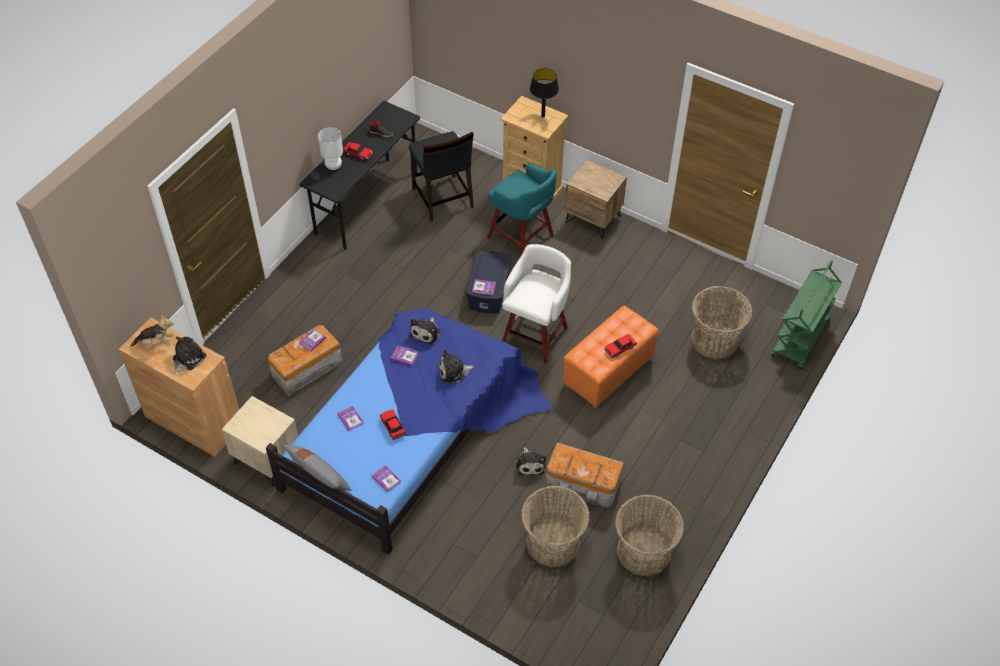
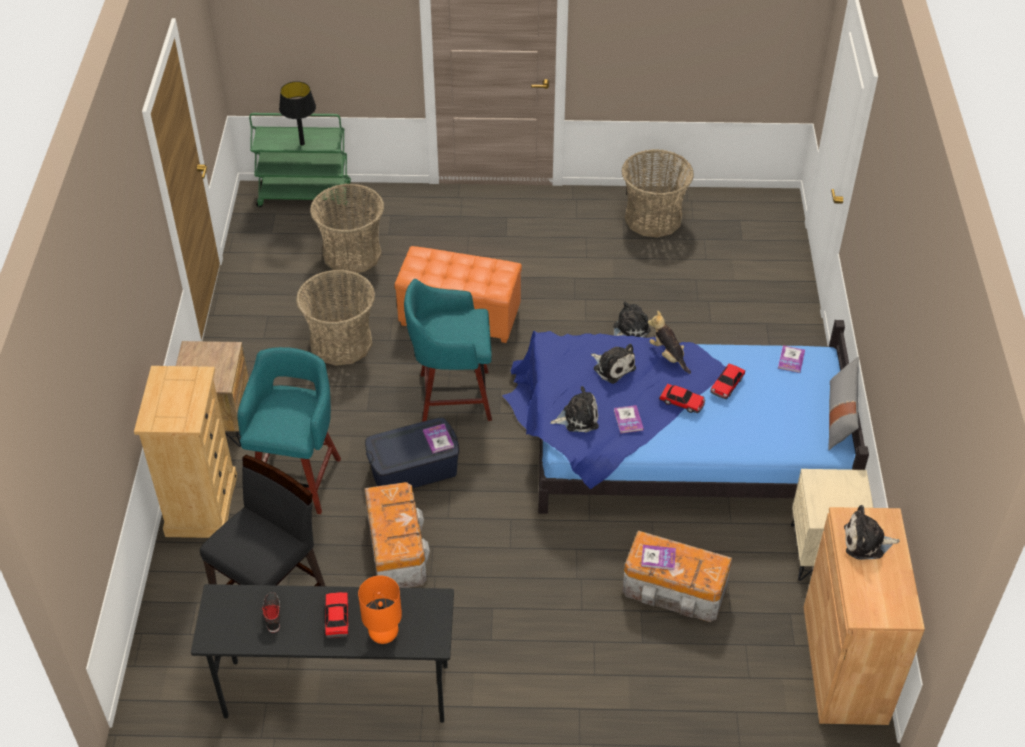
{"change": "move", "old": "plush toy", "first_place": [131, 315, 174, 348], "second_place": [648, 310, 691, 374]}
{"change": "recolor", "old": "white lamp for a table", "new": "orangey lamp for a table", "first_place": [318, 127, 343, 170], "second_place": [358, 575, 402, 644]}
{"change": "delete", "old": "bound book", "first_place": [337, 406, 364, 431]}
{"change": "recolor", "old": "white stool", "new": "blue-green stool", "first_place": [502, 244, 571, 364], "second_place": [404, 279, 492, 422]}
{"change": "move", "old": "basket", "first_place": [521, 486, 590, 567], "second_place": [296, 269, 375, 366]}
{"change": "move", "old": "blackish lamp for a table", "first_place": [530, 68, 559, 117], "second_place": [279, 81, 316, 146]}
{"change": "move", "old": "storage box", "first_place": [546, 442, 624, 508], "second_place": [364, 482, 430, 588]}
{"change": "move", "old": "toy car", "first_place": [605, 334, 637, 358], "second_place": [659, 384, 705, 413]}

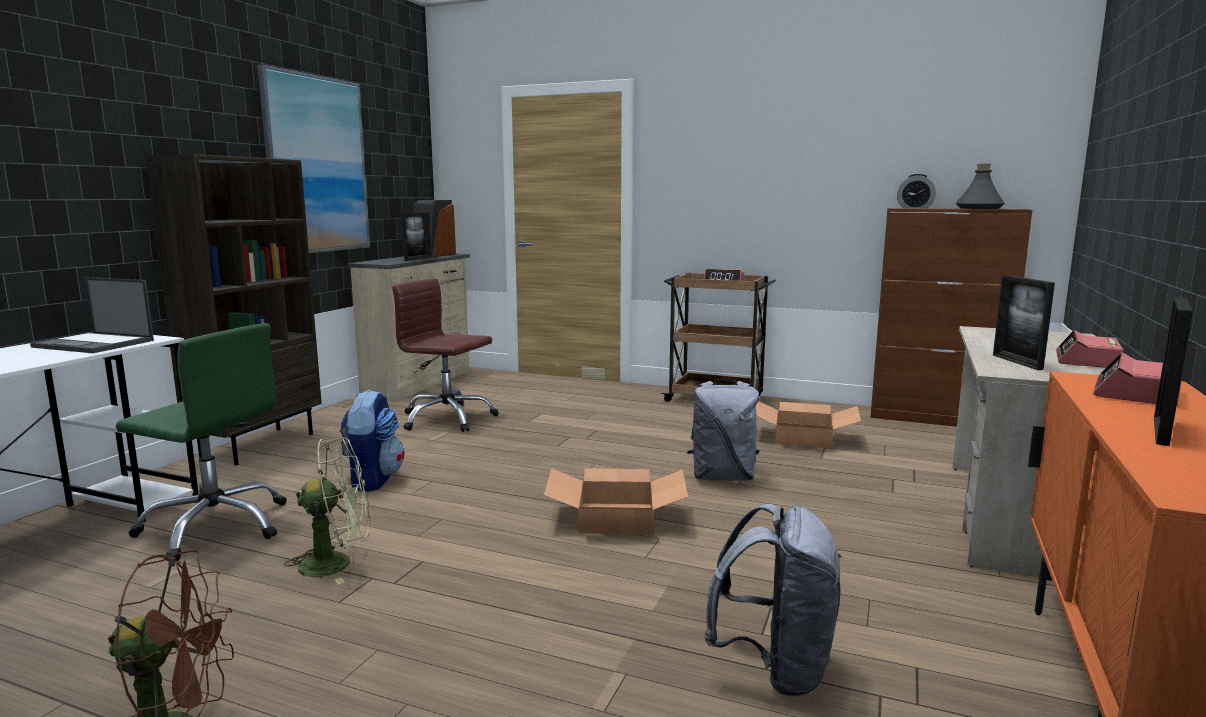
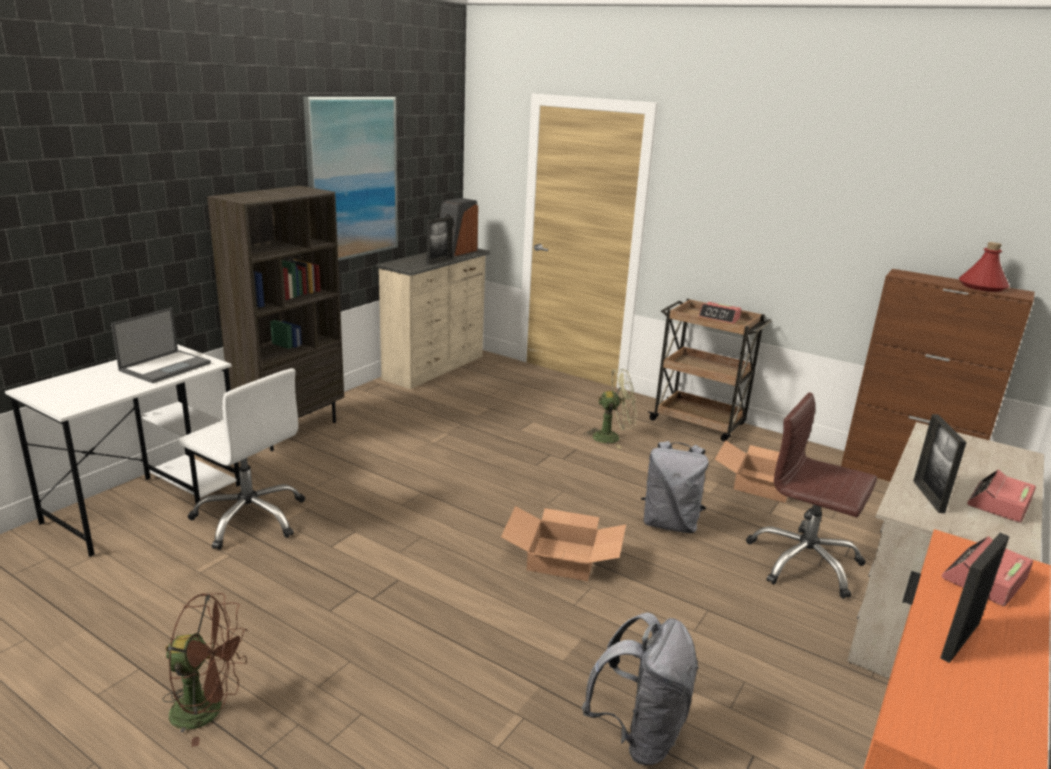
{"change": "rotate", "old": "portable computer", "first_place": [30, 277, 154, 353], "second_place": [111, 308, 211, 383], "degrees": -90}
{"change": "recolor", "old": "green office chair", "new": "white office chair", "first_place": [116, 323, 287, 561], "second_place": [179, 368, 305, 550]}
{"change": "move", "old": "green fan", "first_place": [284, 437, 370, 584], "second_place": [584, 369, 637, 448]}
{"change": "delete", "old": "knapsack", "first_place": [340, 390, 405, 492]}
{"change": "move", "old": "brownish office chair", "first_place": [392, 278, 498, 432], "second_place": [746, 392, 877, 599]}
{"change": "delete", "old": "alarm clock", "first_place": [897, 174, 936, 208]}
{"change": "recolor", "old": "grey drink bottle", "new": "red-coloured drink bottle", "first_place": [955, 164, 1005, 209], "second_place": [959, 242, 1010, 292]}

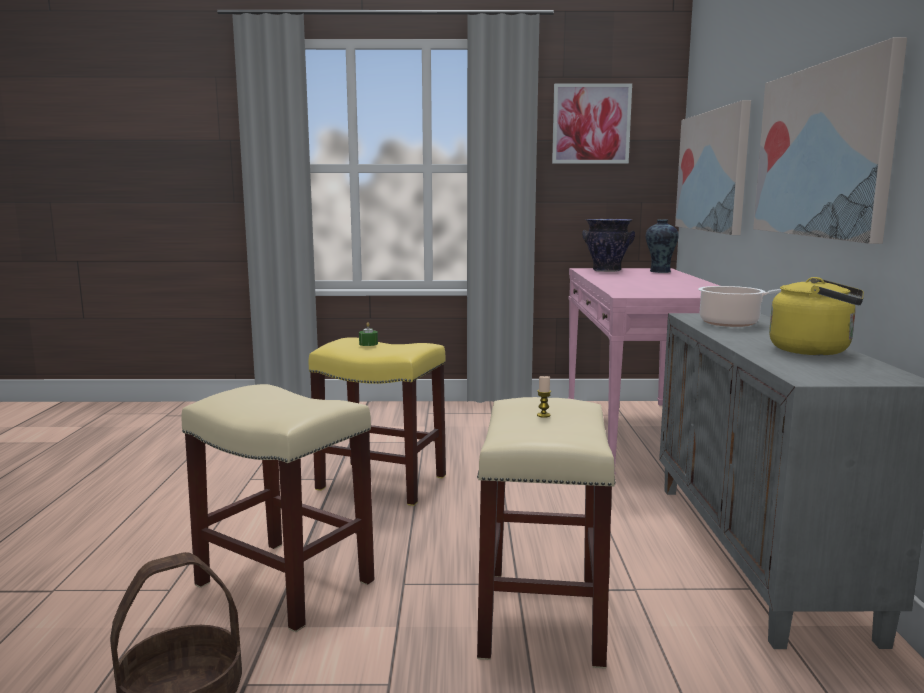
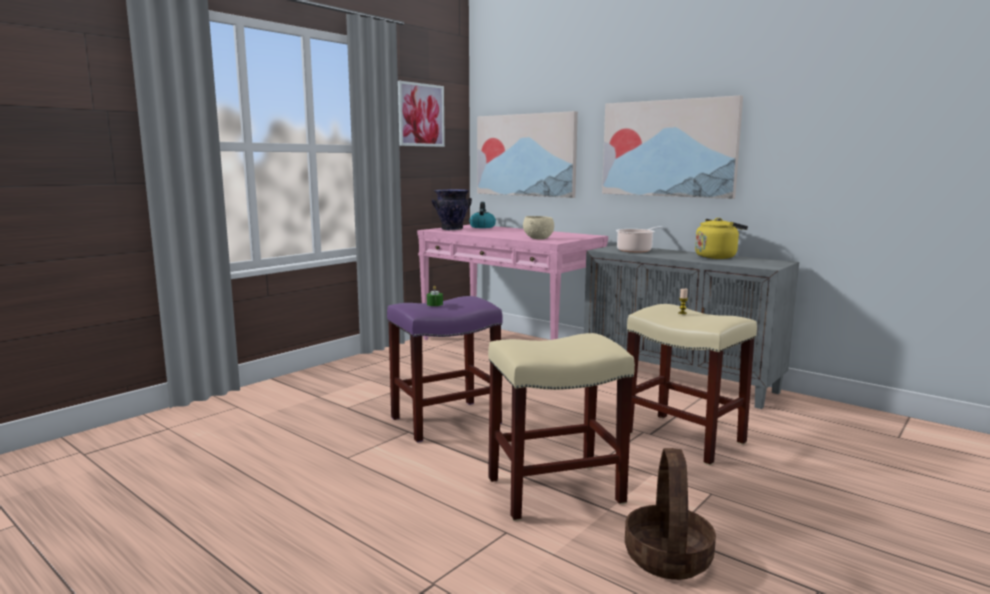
{"change": "recolor", "old": "yellow stool", "new": "purple stool", "first_place": [309, 337, 446, 506], "second_place": [387, 296, 502, 442]}
{"change": "replace", "old": "decorative vase", "new": "tea kettle", "first_place": [646, 219, 679, 273], "second_place": [469, 202, 496, 228]}
{"change": "insert", "new": "sand-coloured serving bowl", "second_place": [523, 216, 554, 239]}

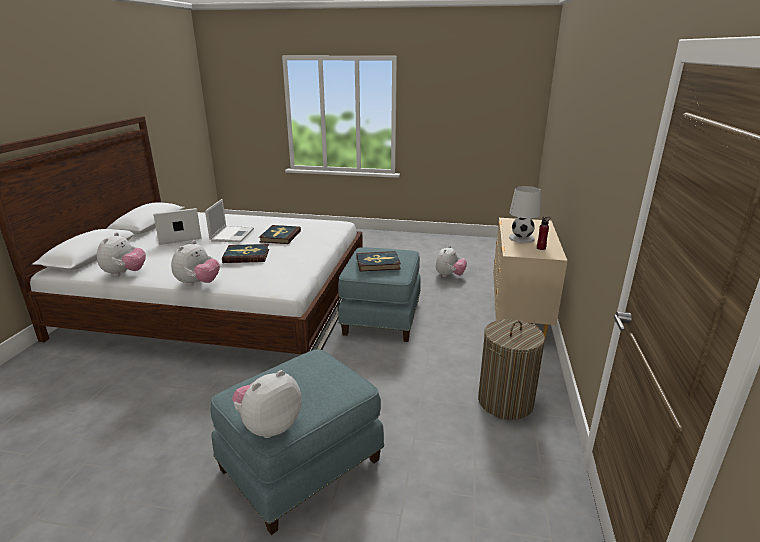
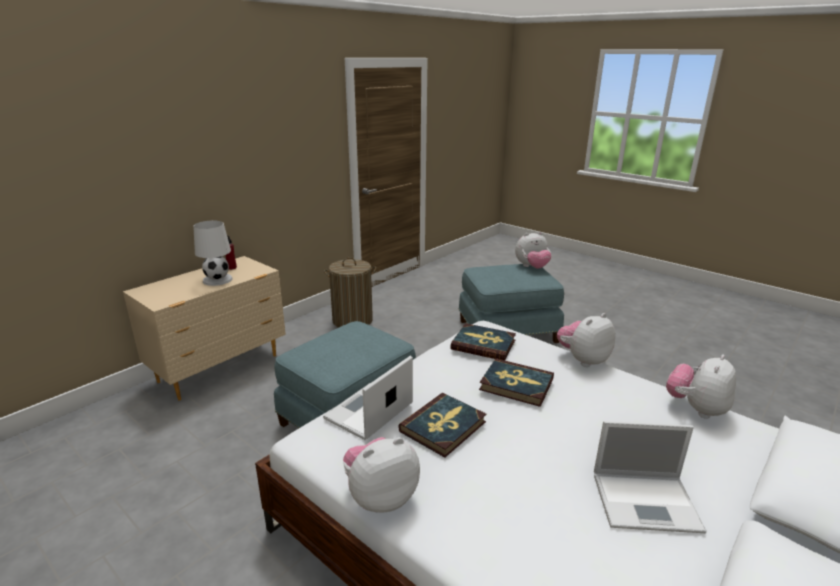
{"change": "move", "old": "portable computer", "first_place": [205, 199, 254, 242], "second_place": [323, 356, 413, 440]}
{"change": "move", "old": "bound book", "first_place": [357, 251, 401, 271], "second_place": [450, 323, 516, 360]}
{"change": "move", "old": "plush toy", "first_place": [436, 246, 467, 277], "second_place": [343, 437, 420, 513]}

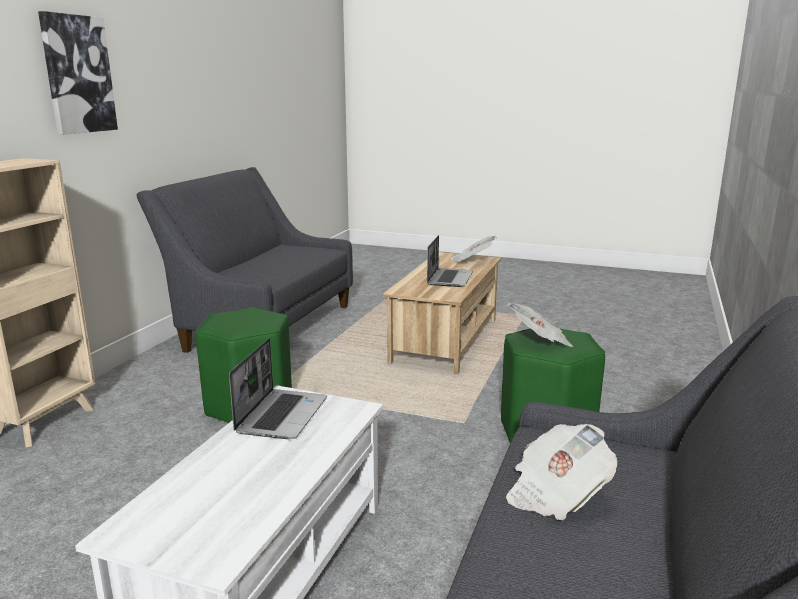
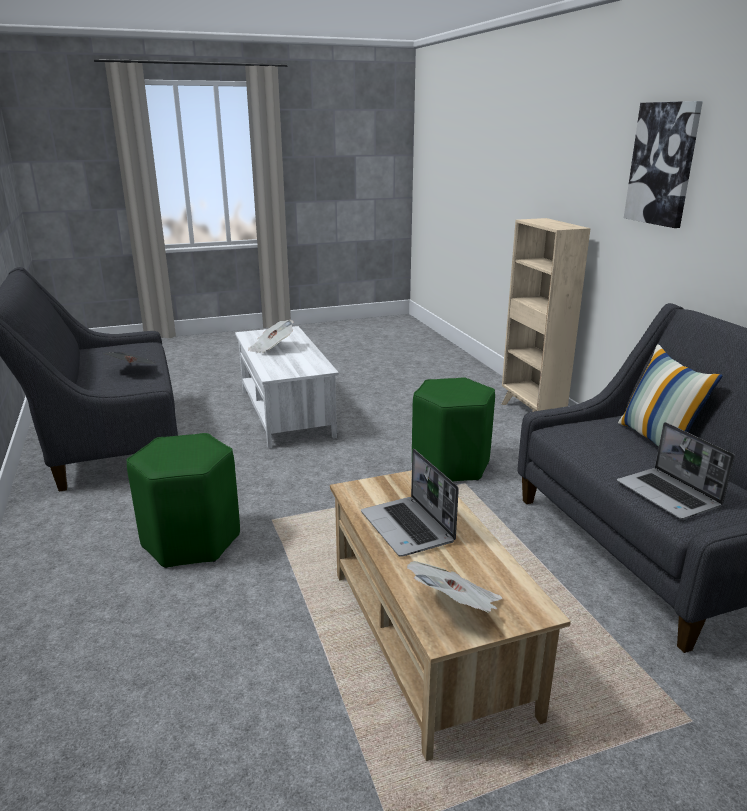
{"change": "move", "old": "portable computer", "first_place": [229, 338, 327, 439], "second_place": [617, 422, 735, 519]}
{"change": "move", "old": "newspaper", "first_place": [507, 303, 574, 347], "second_place": [248, 320, 294, 353]}
{"change": "insert", "new": "throw pillow", "second_place": [618, 344, 723, 447]}

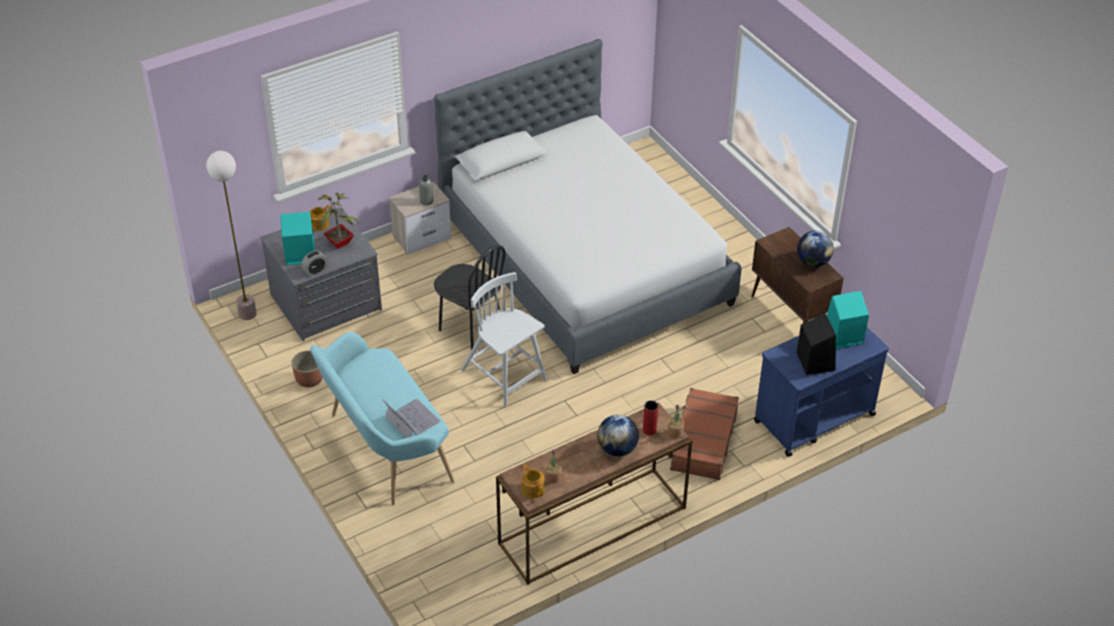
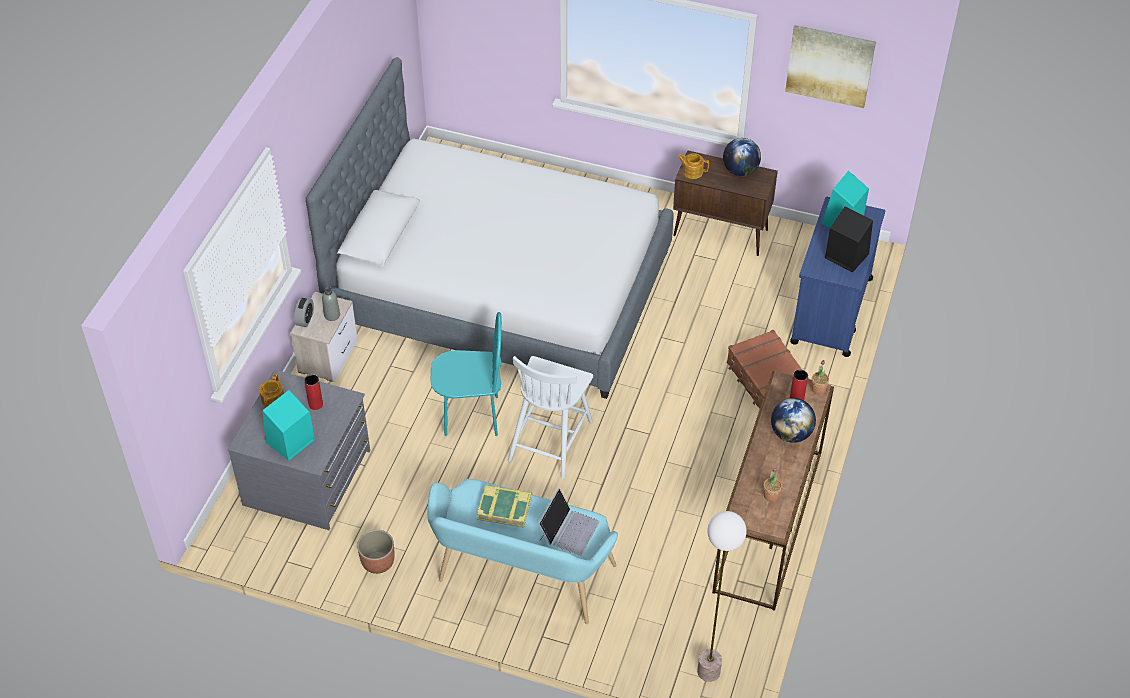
{"change": "move", "old": "standard lamp", "first_place": [206, 151, 257, 320], "second_place": [697, 511, 746, 682]}
{"change": "move", "old": "alarm clock", "first_place": [301, 251, 328, 277], "second_place": [294, 297, 314, 327]}
{"change": "replace", "old": "potted plant", "new": "red-coloured decorative vase", "first_place": [318, 193, 360, 249], "second_place": [304, 374, 323, 410]}
{"change": "rotate", "old": "portable computer", "first_place": [383, 399, 441, 438], "second_place": [538, 488, 599, 556], "degrees": 105}
{"change": "recolor", "old": "blackish upright chair", "new": "blue-green upright chair", "first_place": [434, 245, 506, 350], "second_place": [430, 312, 502, 436]}
{"change": "rotate", "old": "white upright chair", "first_place": [461, 272, 547, 407], "second_place": [508, 356, 593, 479], "degrees": -75}
{"change": "move", "old": "teapot", "first_place": [522, 464, 545, 498], "second_place": [677, 153, 709, 179]}
{"change": "insert", "new": "bound book", "second_place": [477, 484, 532, 528]}
{"change": "insert", "new": "picture", "second_place": [785, 25, 876, 108]}

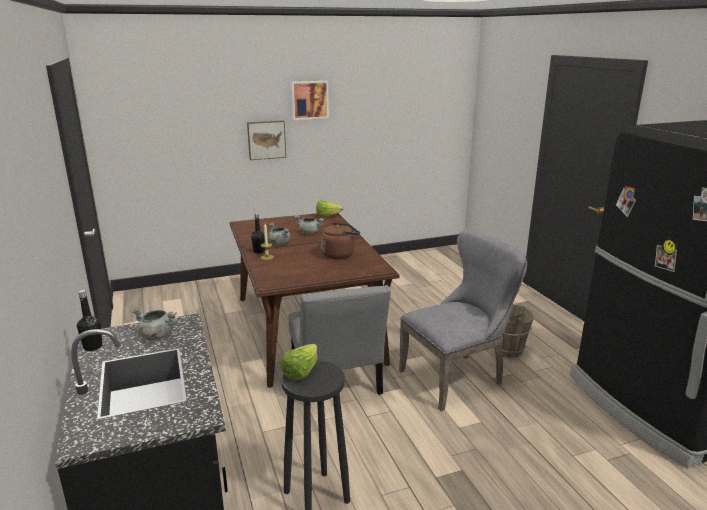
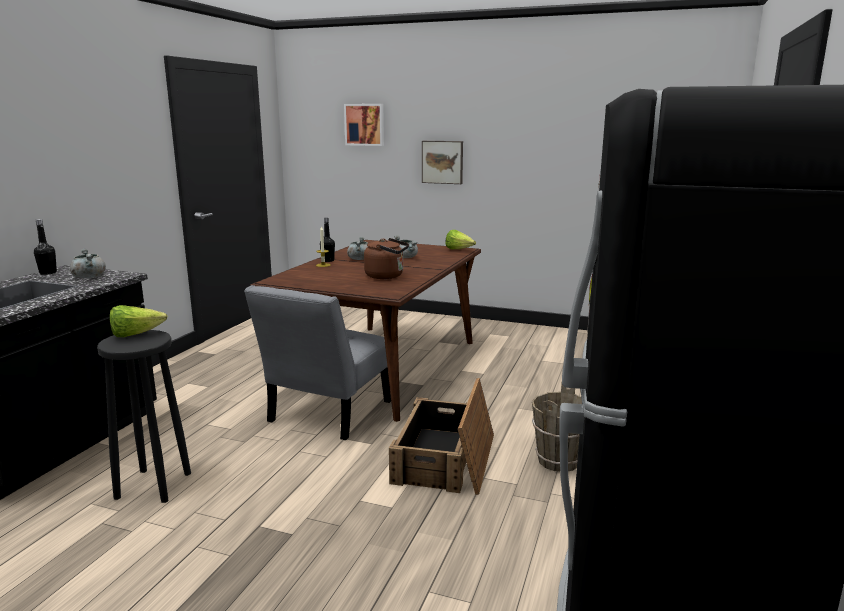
{"change": "move", "old": "picture", "first_place": [291, 81, 329, 120], "second_place": [344, 104, 384, 146]}
{"change": "replace", "old": "grey upright chair", "new": "crate", "first_place": [399, 230, 527, 411], "second_place": [389, 378, 494, 495]}

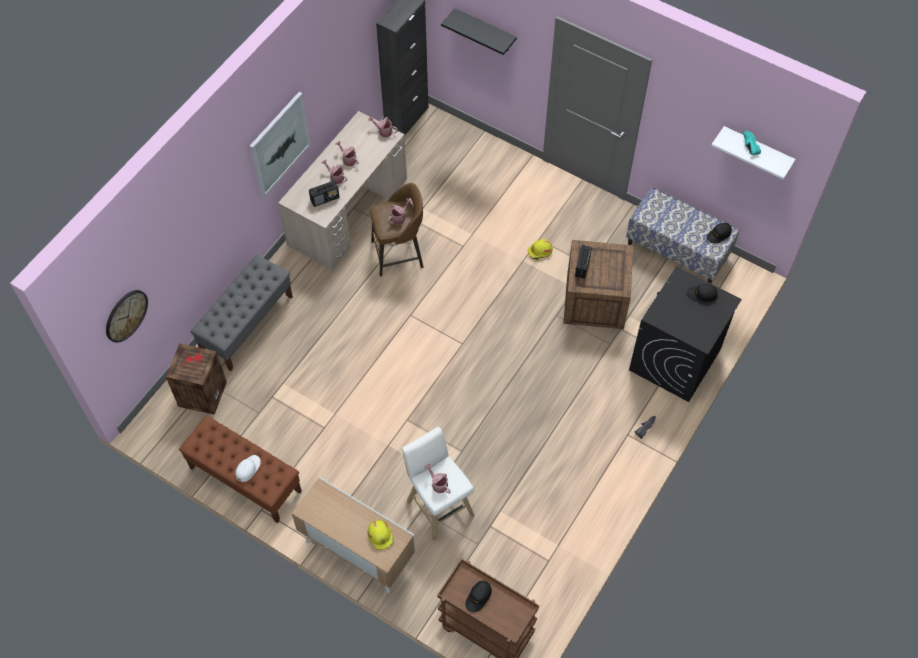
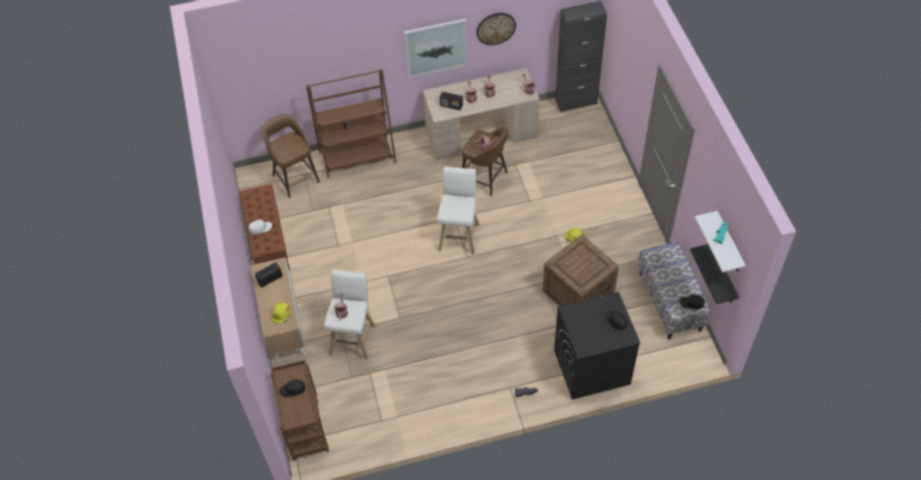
{"change": "move", "old": "wall clock", "first_place": [106, 290, 148, 343], "second_place": [476, 13, 516, 45]}
{"change": "replace", "old": "crate", "new": "brownish stool", "first_place": [166, 343, 227, 415], "second_place": [262, 114, 320, 198]}
{"change": "replace", "old": "grey long seat", "new": "brownish shelving unit", "first_place": [191, 255, 293, 371], "second_place": [306, 69, 396, 178]}
{"change": "move", "old": "blackish shelf", "first_place": [441, 8, 517, 55], "second_place": [690, 244, 739, 304]}
{"change": "move", "old": "radio set", "first_place": [575, 245, 592, 279], "second_place": [255, 262, 283, 287]}
{"change": "insert", "new": "white stool", "second_place": [437, 166, 479, 254]}

